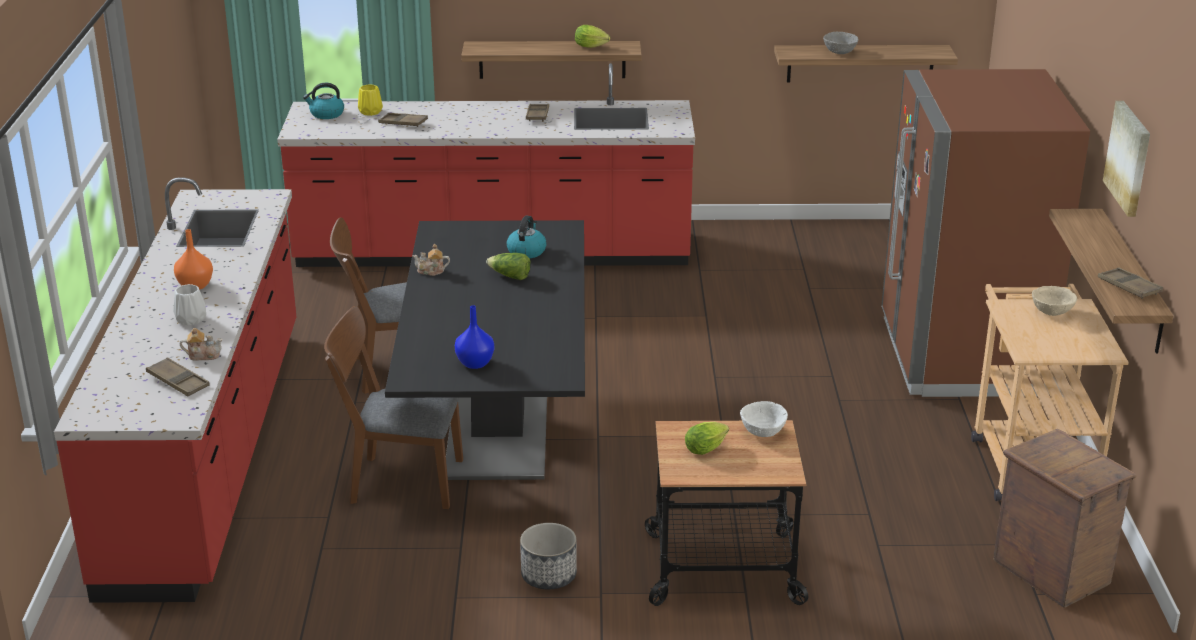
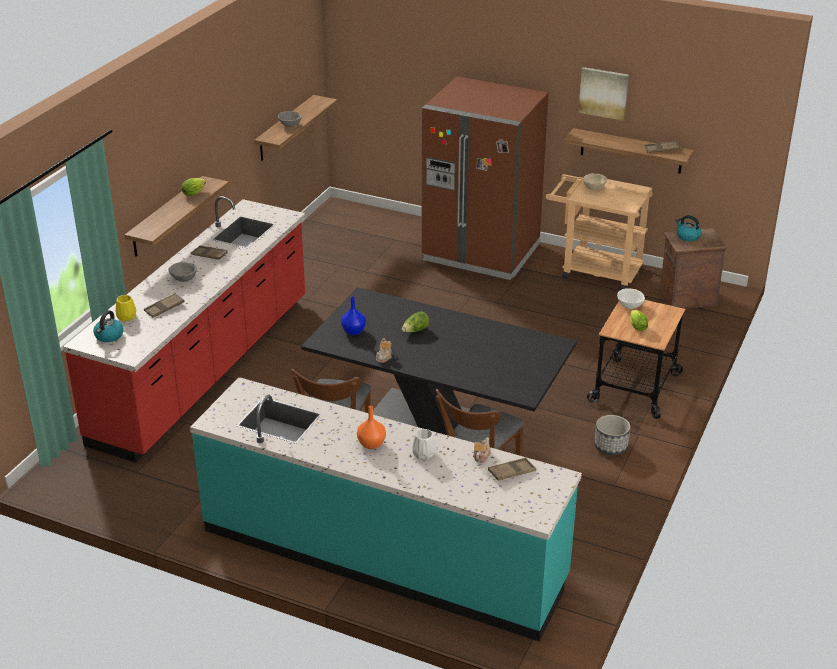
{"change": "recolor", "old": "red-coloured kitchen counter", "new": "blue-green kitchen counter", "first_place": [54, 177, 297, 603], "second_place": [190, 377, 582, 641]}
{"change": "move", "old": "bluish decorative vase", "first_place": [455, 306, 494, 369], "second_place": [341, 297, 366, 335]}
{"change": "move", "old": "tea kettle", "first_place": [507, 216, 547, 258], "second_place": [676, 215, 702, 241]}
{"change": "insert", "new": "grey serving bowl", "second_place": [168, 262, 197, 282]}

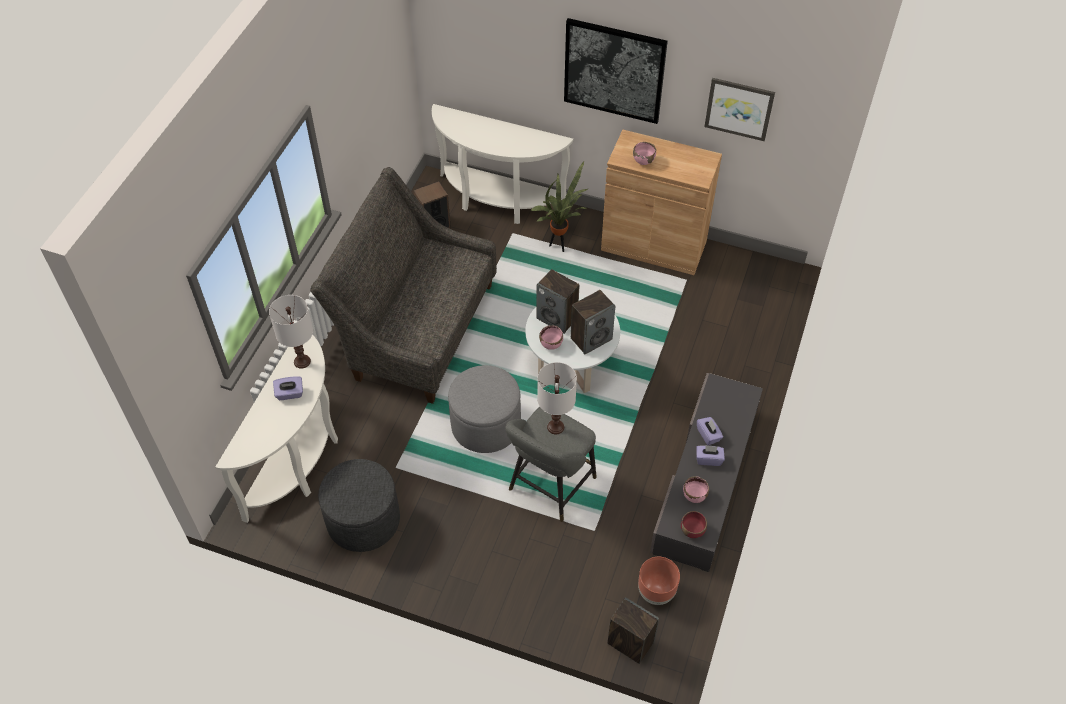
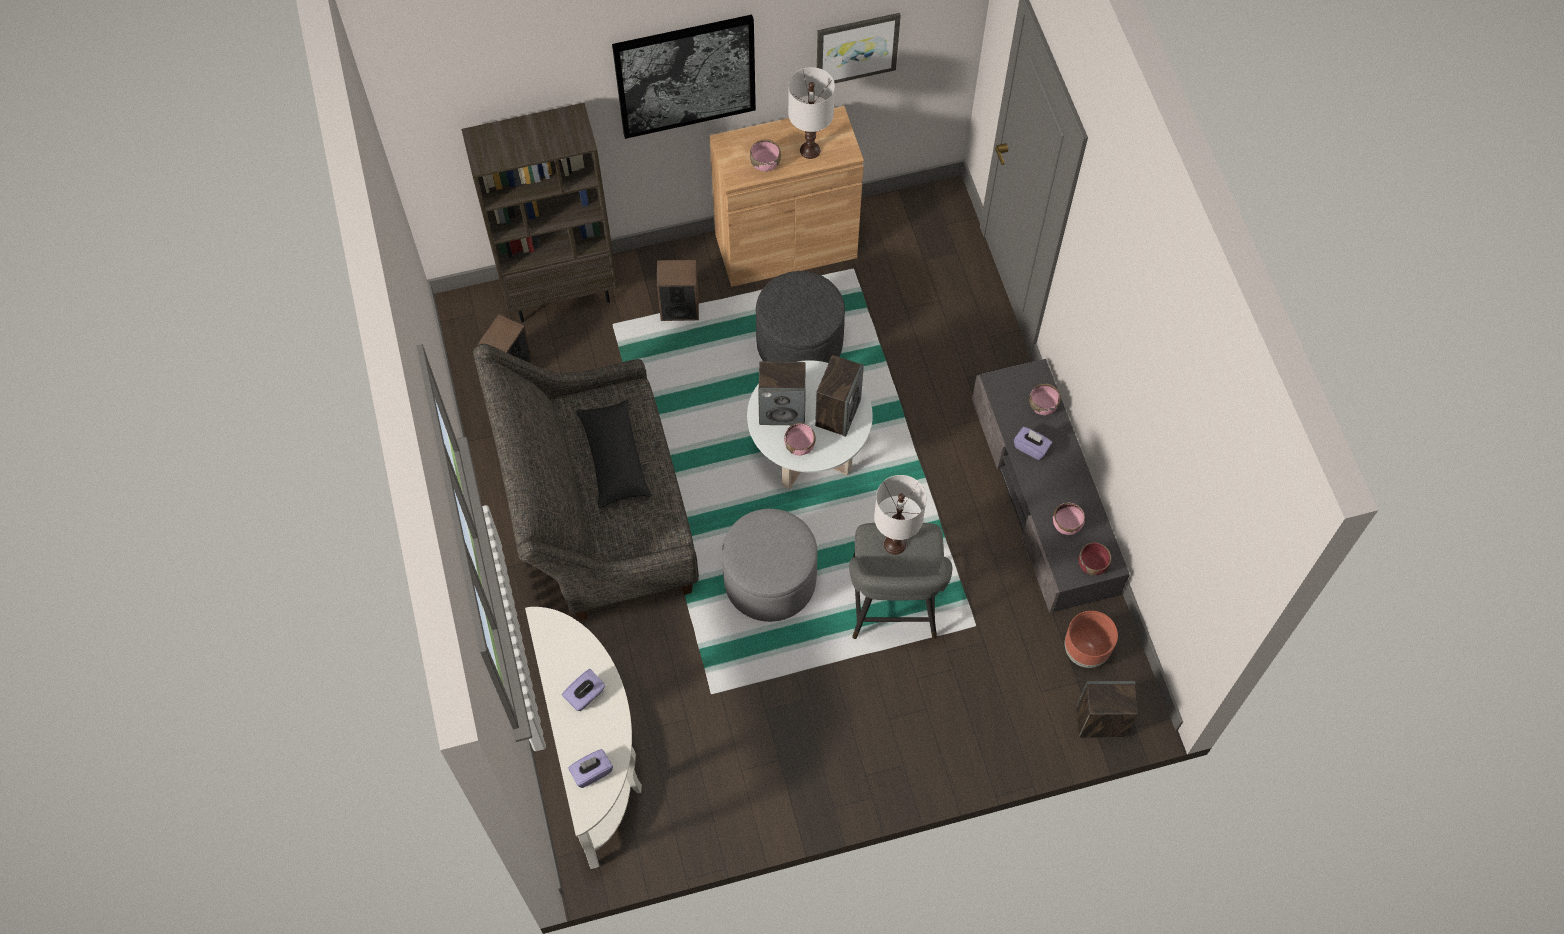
{"change": "move", "old": "white lamp for a table", "first_place": [269, 295, 313, 369], "second_place": [788, 67, 835, 159]}
{"change": "move", "old": "grey ottoman", "first_place": [318, 459, 400, 552], "second_place": [756, 271, 845, 363]}
{"change": "replace", "old": "white narrow table", "new": "brownish shelving unit", "first_place": [432, 104, 573, 224], "second_place": [461, 103, 618, 323]}
{"change": "replace", "old": "potted plant", "new": "loudspeaker", "first_place": [530, 162, 588, 252], "second_place": [657, 260, 699, 321]}
{"change": "move", "old": "purple tissue holder", "first_place": [696, 445, 725, 466], "second_place": [568, 749, 613, 788]}
{"change": "insert", "new": "blackish throw pillow", "second_place": [576, 400, 652, 508]}
{"change": "insert", "new": "pink serving bowl", "second_place": [1029, 384, 1060, 415]}

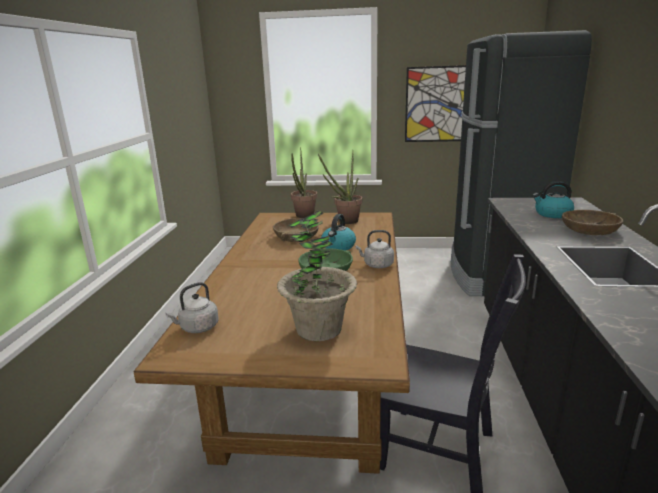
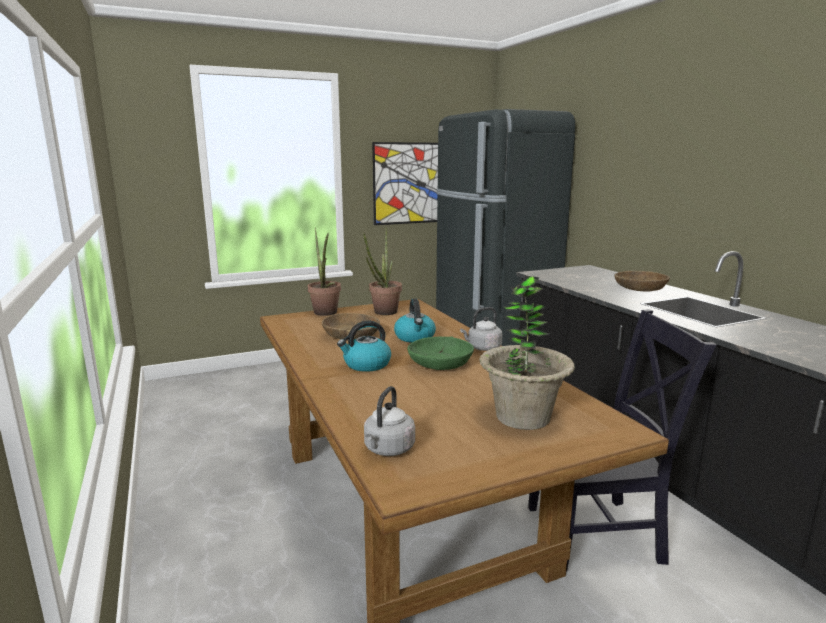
{"change": "move", "old": "tea kettle", "first_place": [532, 181, 574, 218], "second_place": [337, 321, 391, 372]}

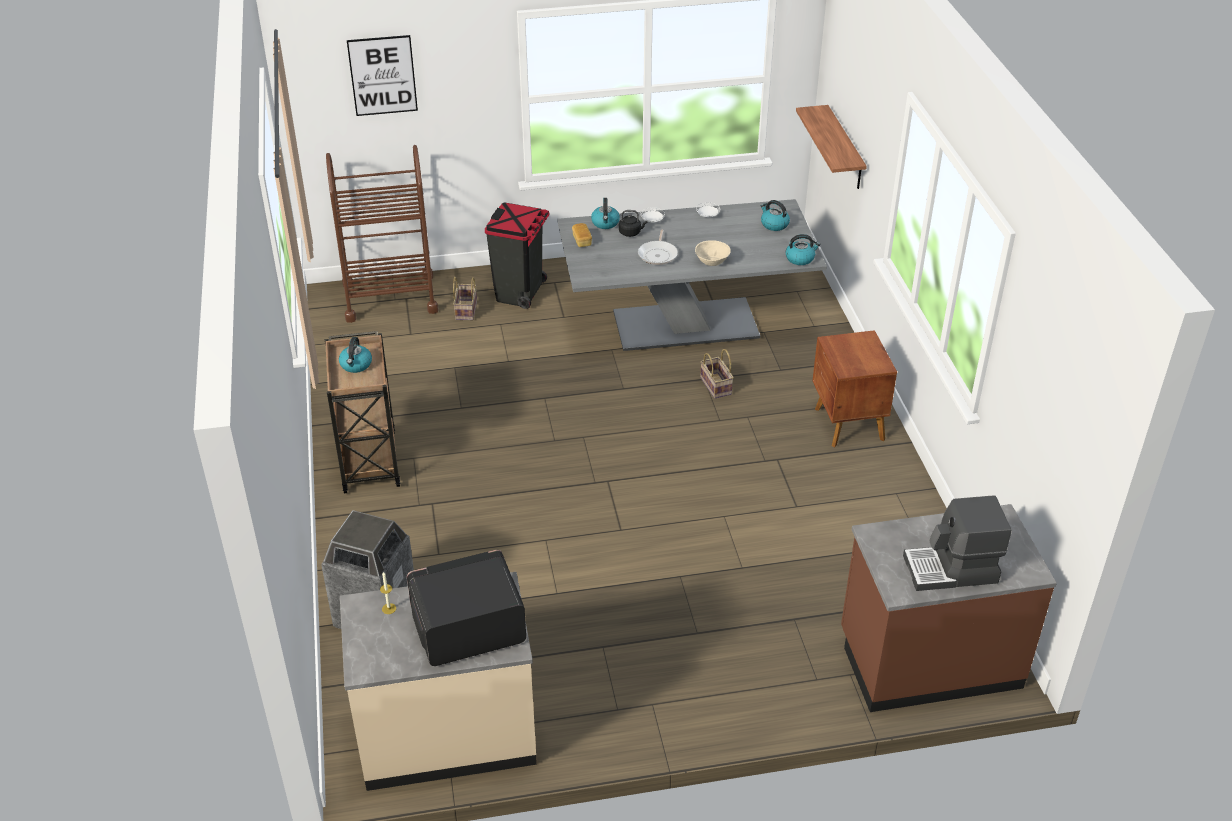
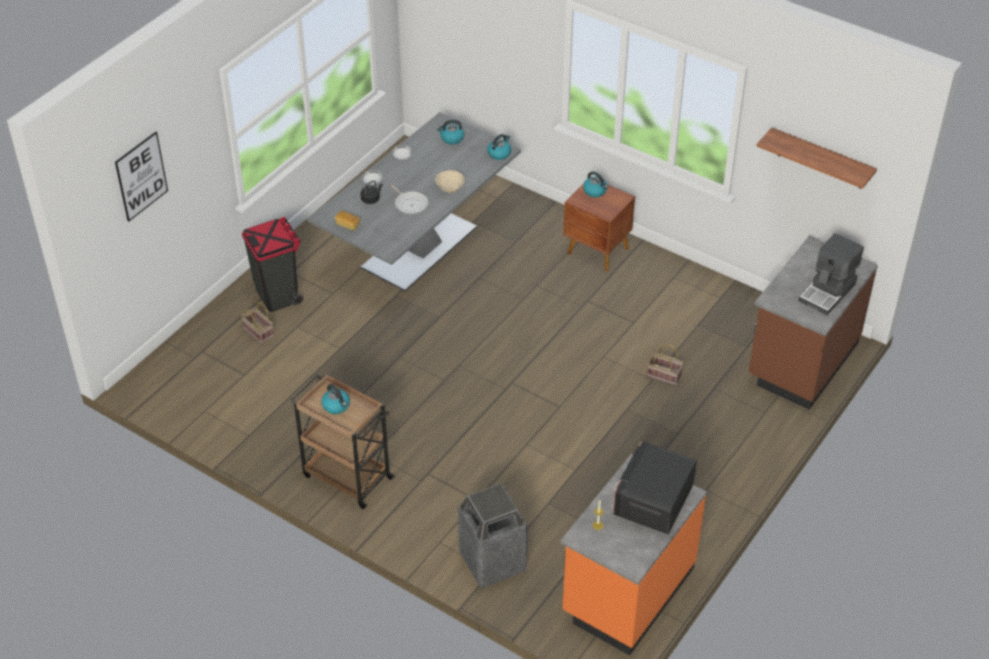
{"change": "delete", "old": "brownish wheeled cart", "first_place": [326, 145, 438, 323]}
{"change": "recolor", "old": "sand-coloured kitchen counter", "new": "orangey kitchen counter", "first_place": [340, 572, 537, 791], "second_place": [560, 454, 707, 655]}
{"change": "move", "old": "tea kettle", "first_place": [591, 198, 620, 229], "second_place": [583, 171, 608, 197]}
{"change": "move", "old": "basket", "first_place": [700, 349, 734, 398], "second_place": [647, 344, 684, 386]}
{"change": "move", "old": "shelf", "first_place": [796, 105, 867, 189], "second_place": [757, 127, 877, 189]}

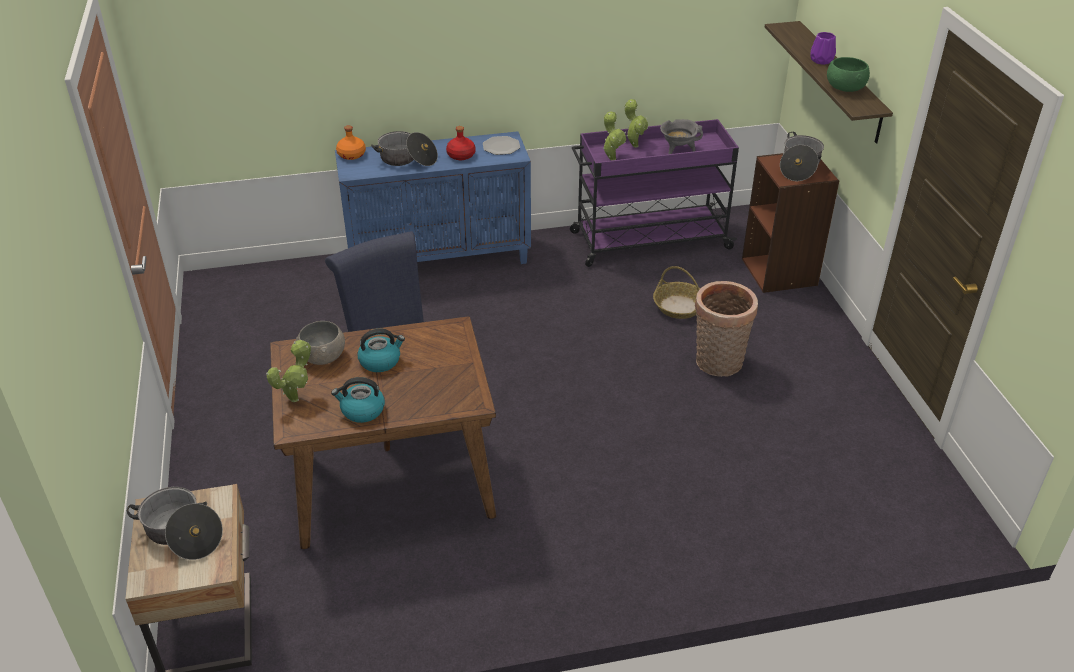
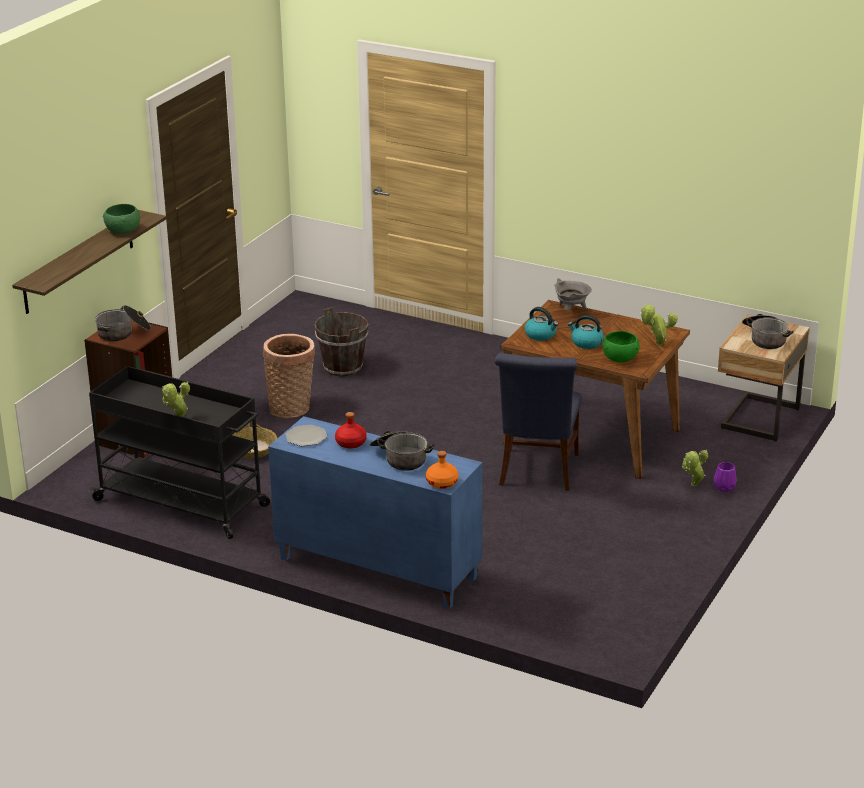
{"change": "recolor", "old": "grey serving bowl", "new": "green serving bowl", "first_place": [295, 321, 345, 365], "second_place": [603, 331, 639, 363]}
{"change": "move", "old": "tea kettle", "first_place": [331, 377, 385, 423], "second_place": [525, 307, 558, 341]}
{"change": "recolor", "old": "purple wheeled cart", "new": "blackish wheeled cart", "first_place": [570, 119, 739, 267], "second_place": [89, 366, 270, 539]}
{"change": "move", "old": "potted plant", "first_place": [603, 111, 626, 160], "second_place": [682, 450, 708, 486]}
{"change": "move", "old": "grey saucepot", "first_place": [660, 119, 703, 154], "second_place": [554, 278, 592, 311]}
{"change": "move", "old": "purple decorative vase", "first_place": [810, 32, 836, 65], "second_place": [714, 462, 737, 492]}
{"change": "insert", "new": "brownish water bucket", "second_place": [314, 307, 369, 377]}

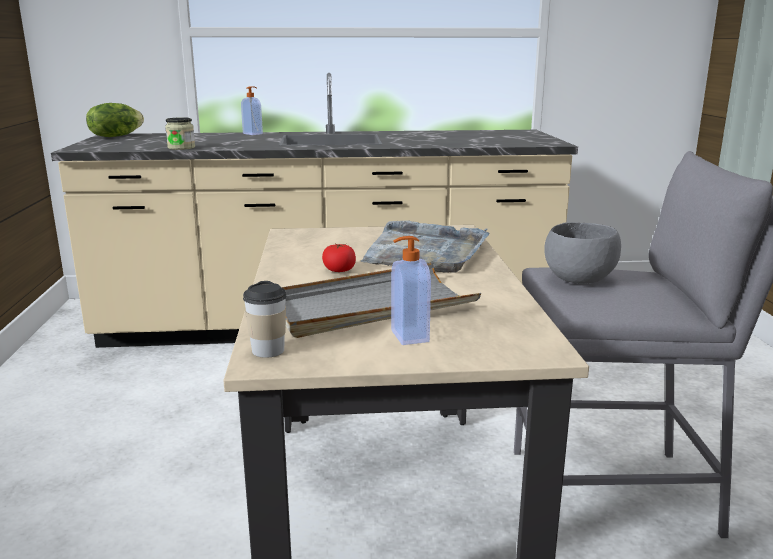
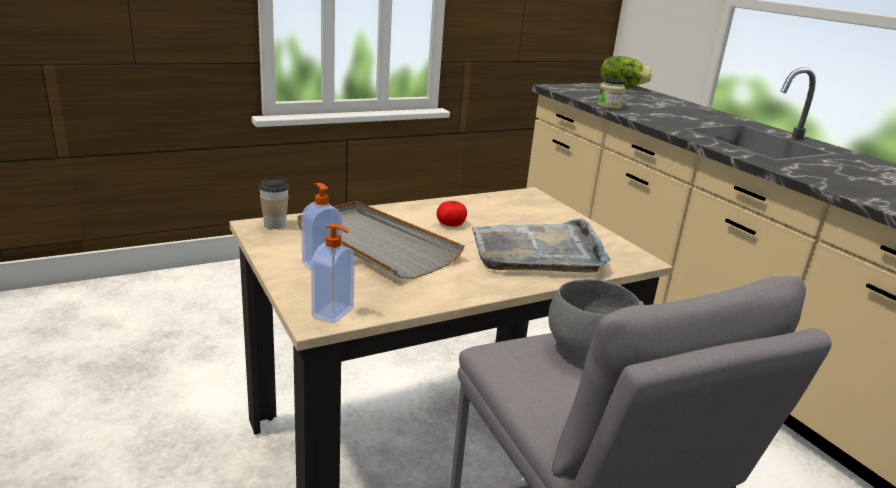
{"change": "move", "old": "liquid soap bottle", "first_place": [241, 86, 263, 135], "second_place": [311, 224, 355, 324]}

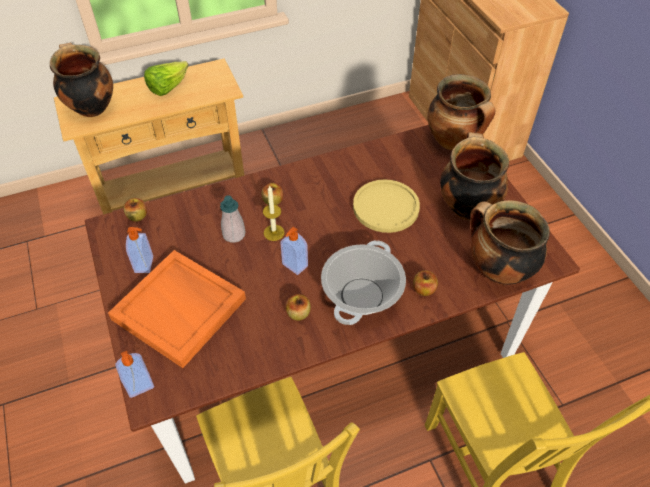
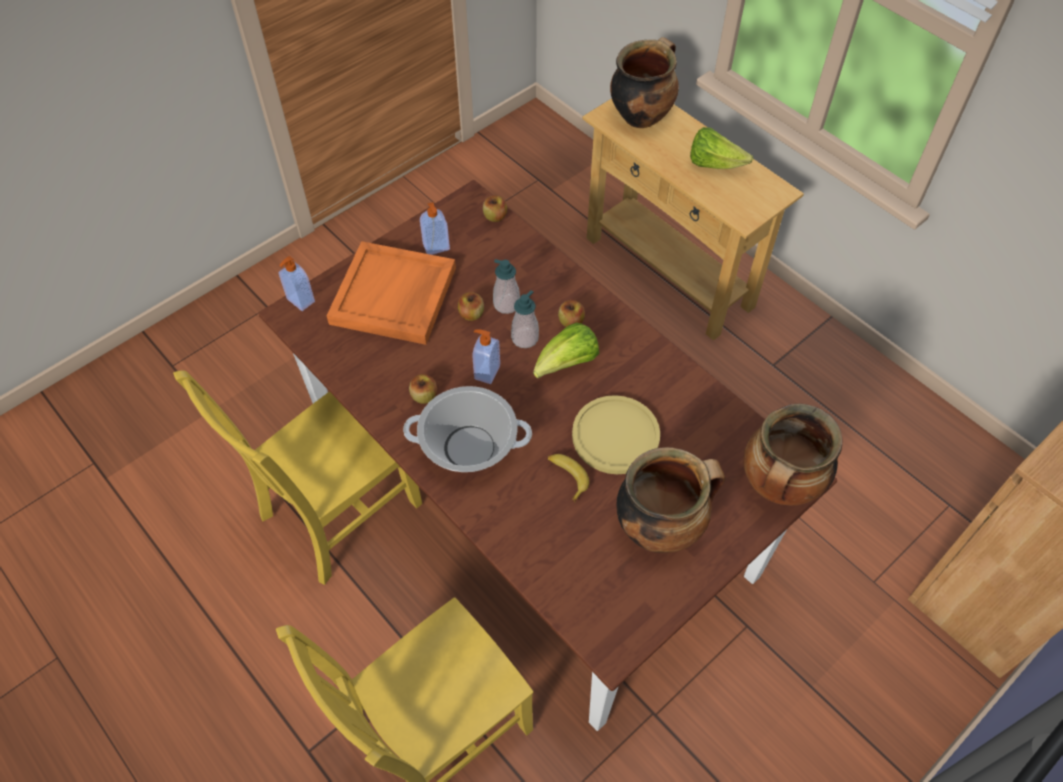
{"change": "replace", "old": "candle", "new": "liquid soap bottle", "first_place": [263, 185, 285, 241], "second_place": [511, 290, 539, 348]}
{"change": "move", "old": "whole apple", "first_place": [413, 270, 438, 296], "second_place": [458, 292, 484, 321]}
{"change": "delete", "old": "saucepot", "first_place": [470, 200, 550, 285]}
{"change": "insert", "new": "lettuce head", "second_place": [533, 323, 599, 378]}
{"change": "insert", "new": "whole banana", "second_place": [548, 454, 589, 502]}

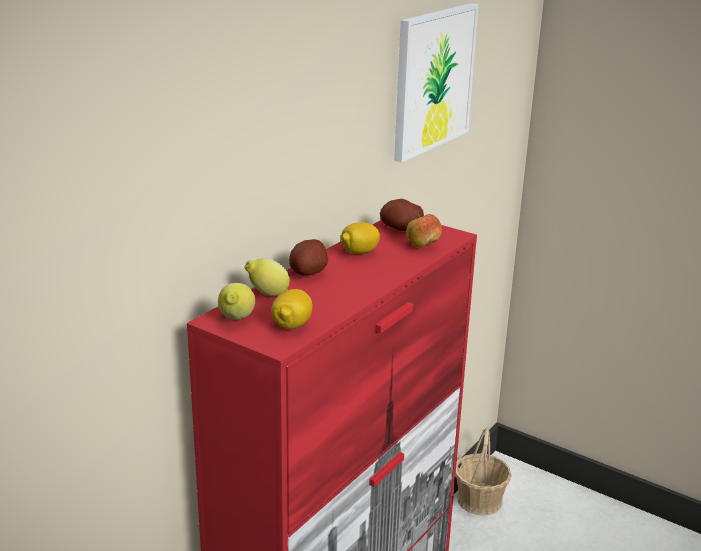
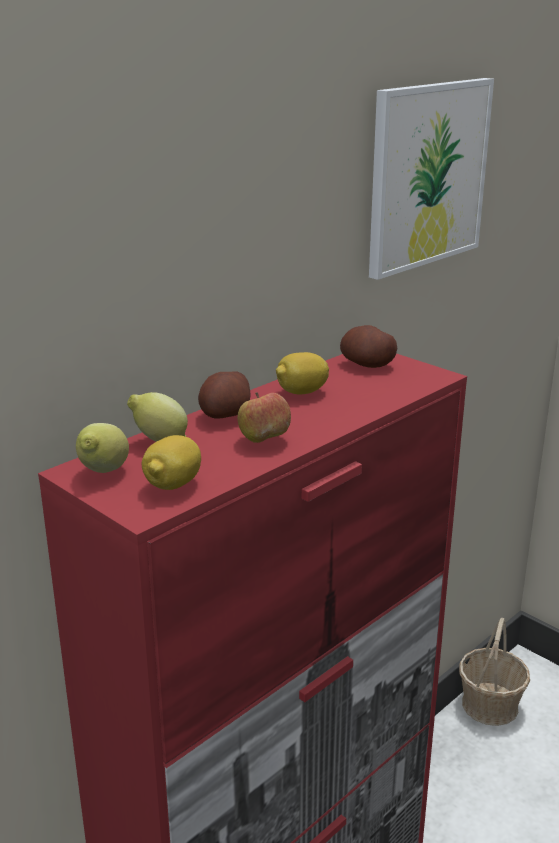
{"change": "move", "old": "whole apple", "first_place": [406, 214, 442, 248], "second_place": [238, 392, 291, 443]}

